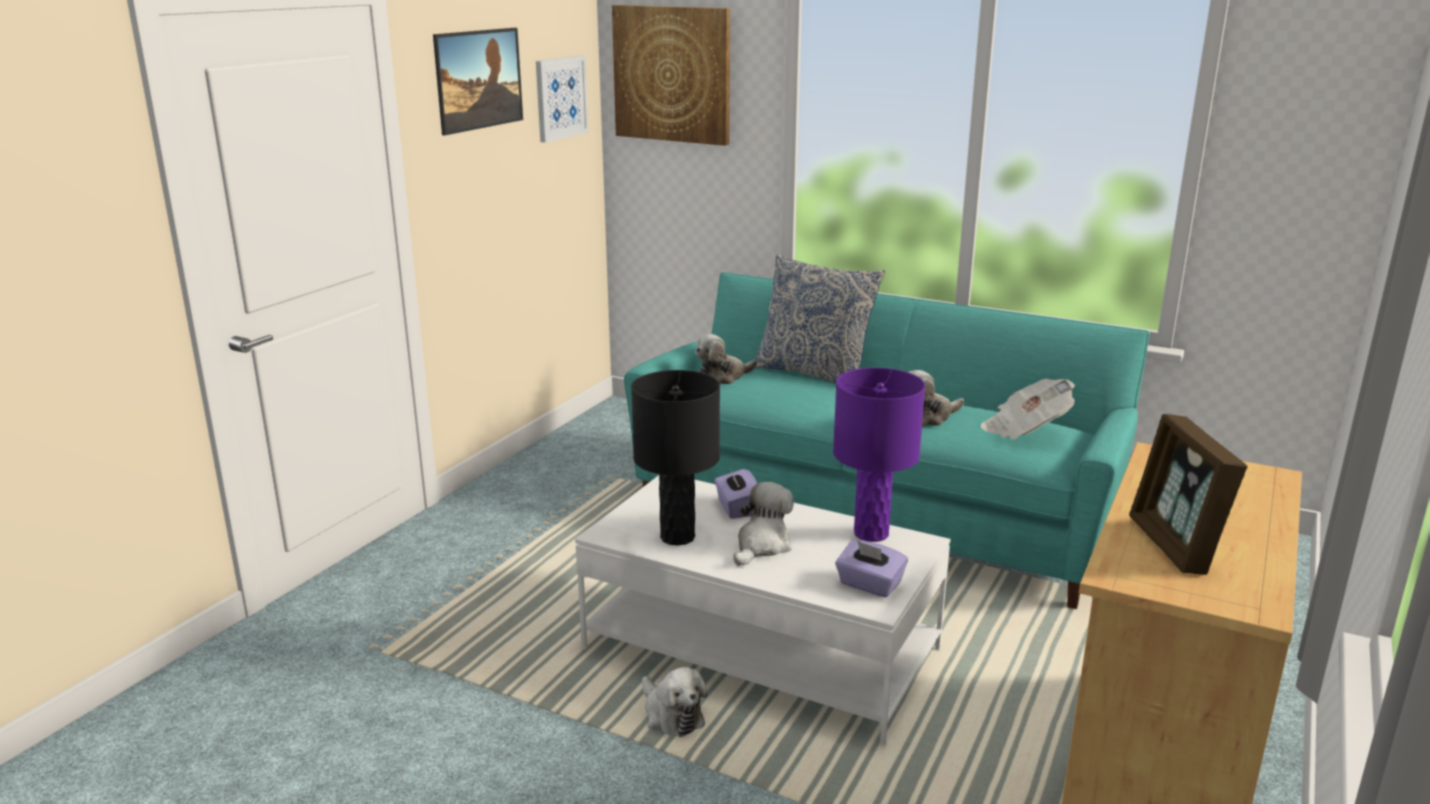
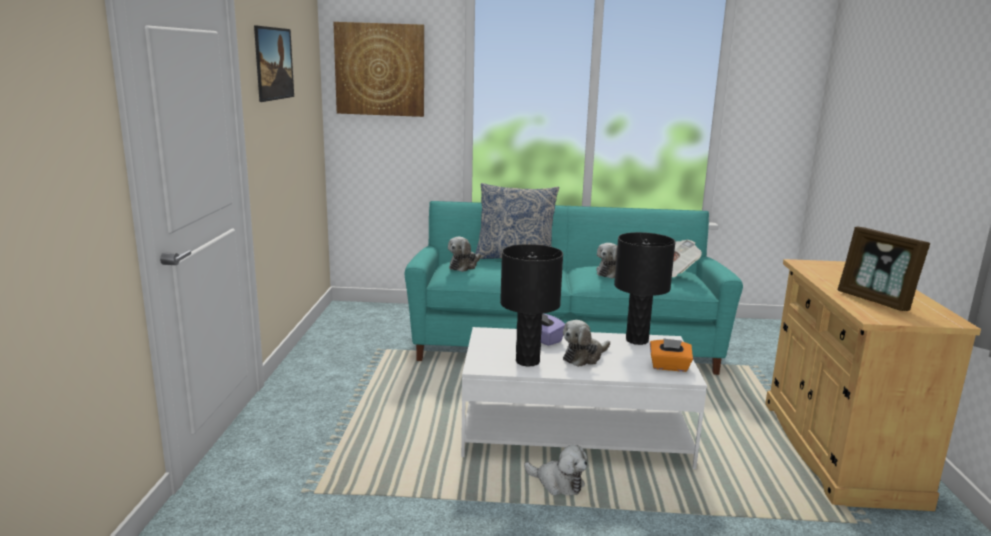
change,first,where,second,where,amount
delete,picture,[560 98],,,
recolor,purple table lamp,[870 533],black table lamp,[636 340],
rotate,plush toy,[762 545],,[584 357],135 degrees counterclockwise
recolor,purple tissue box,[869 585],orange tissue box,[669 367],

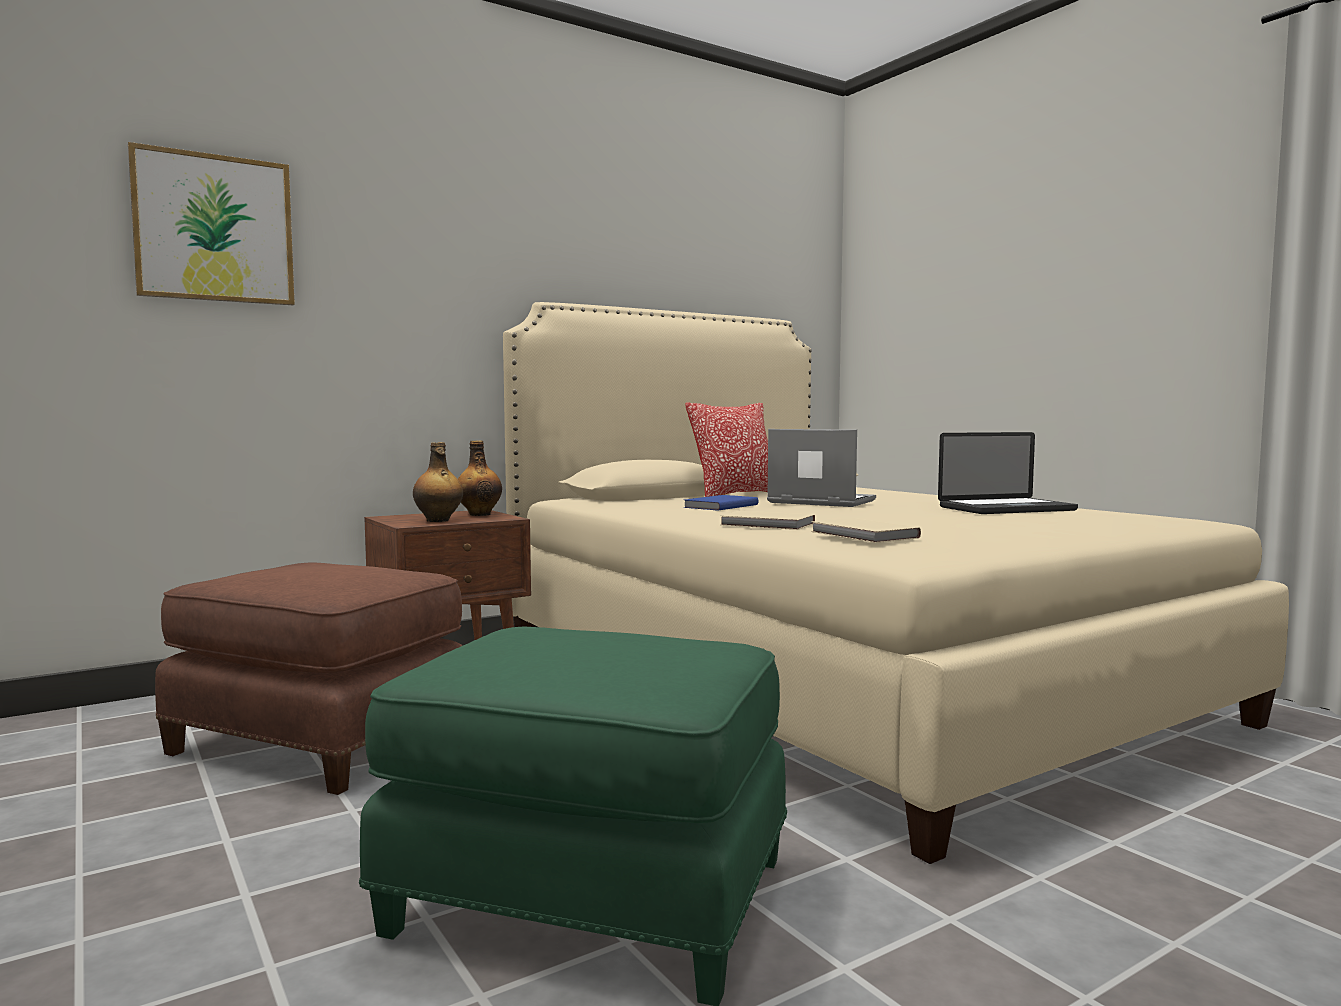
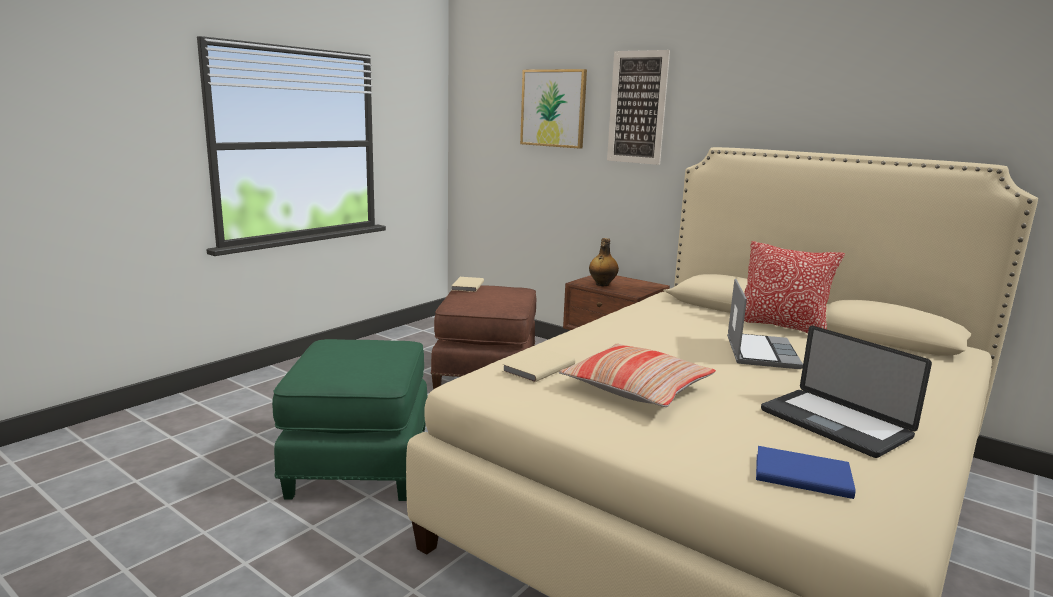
change,first,where,second,where,amount
delete,bottle,[479 514],,,
move,blue book,[719 506],,[801 474],
move,beige book,[767 524],,[466 286],
insert,,,picture,[637 107],
insert,,,pillow,[637 388],

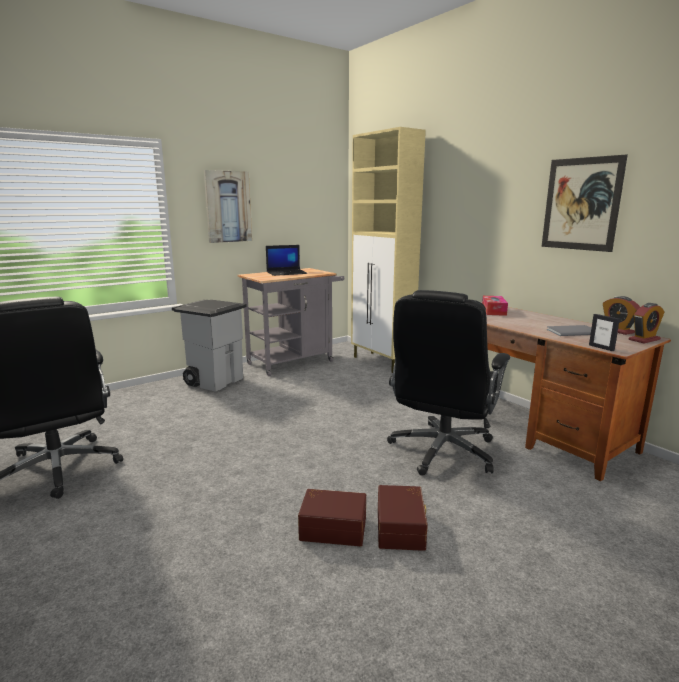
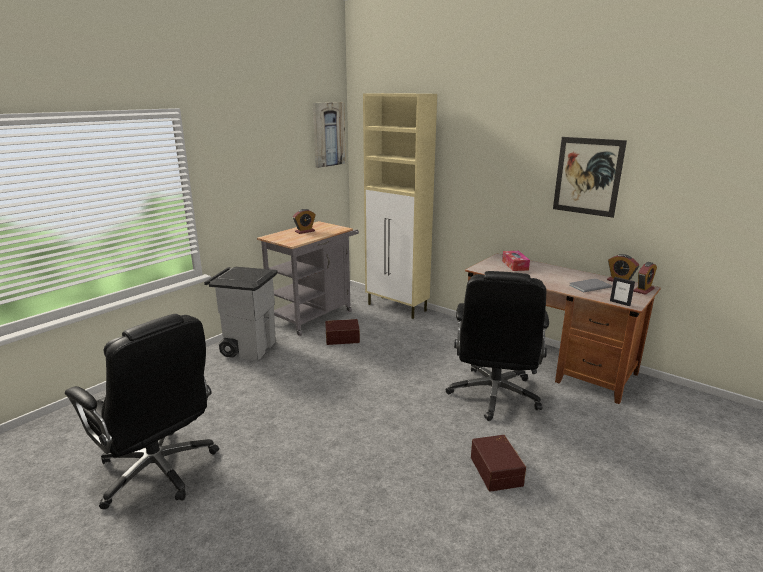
change,first,where,second,where,amount
move,picture,[228 207],,[328 134],
replace,laptop,[287 273],alarm clock,[305 231],
move,brown storage box,[333 527],,[342 338],

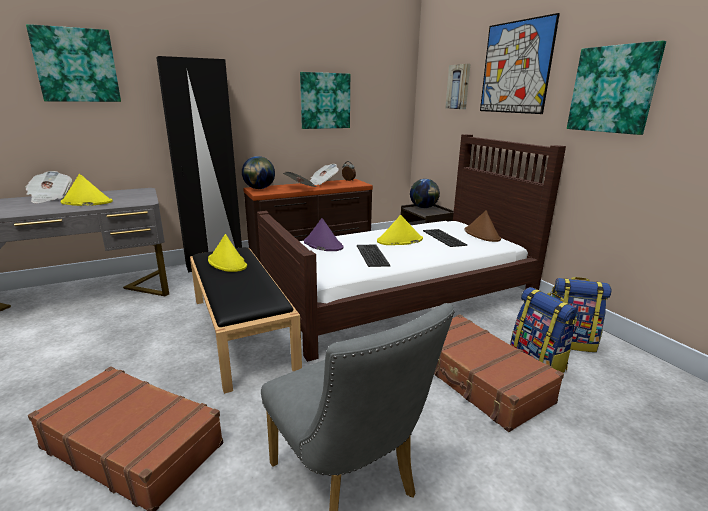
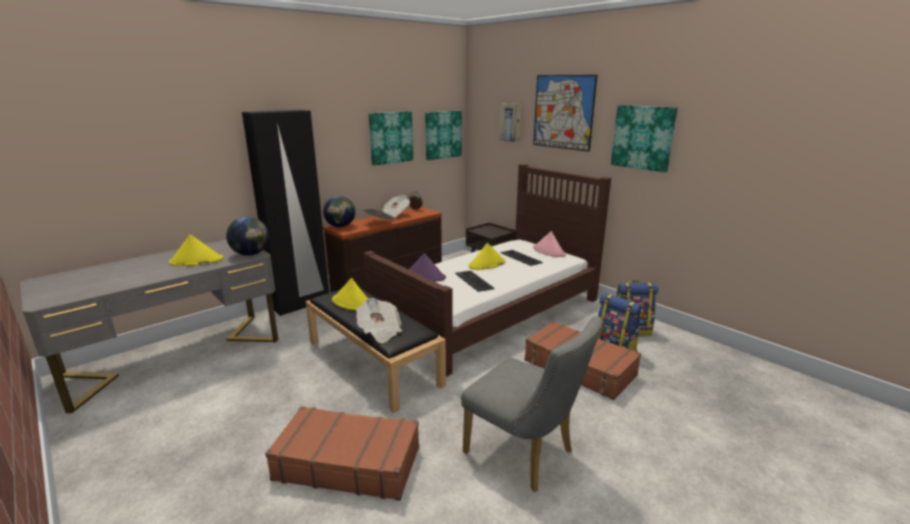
change,first,where,second,where,amount
move,picture,[76 65],,[442 135],
move,newspaper,[50 198],,[379 331],
move,globe,[423 207],,[251 254],
recolor,brown hat,[482 235],pink hat,[549 251],

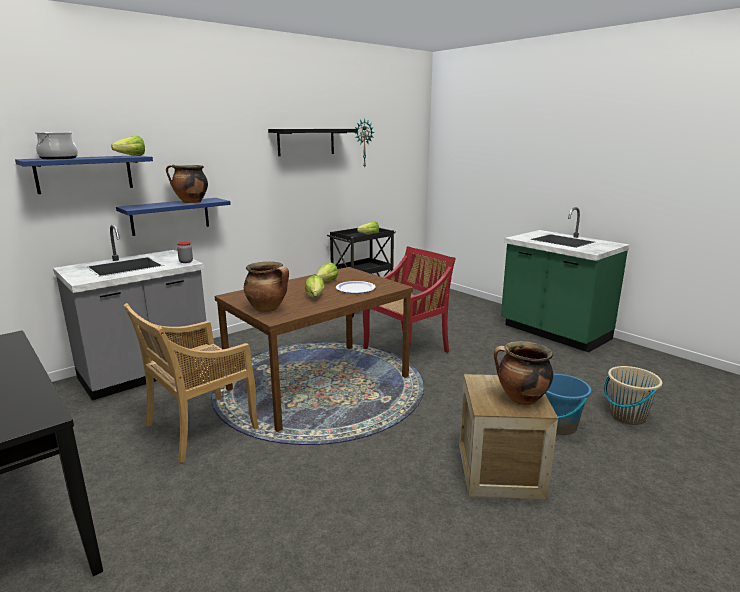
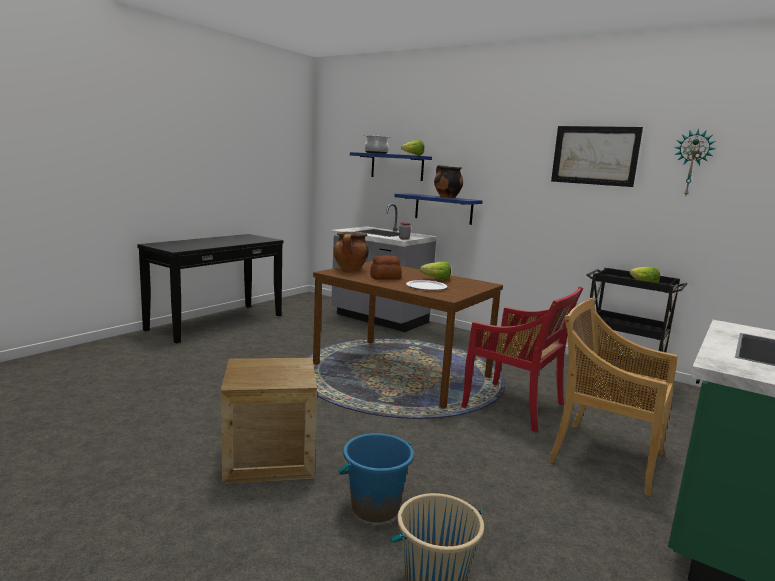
change,first,where,second,where,amount
replace,black shelf,[306 142],picture,[595 155],
replace,lettuce,[314 298],bread,[385 278],
move,beige chair,[199 428],,[604 456],
delete,cooking pot,[520 399],,,

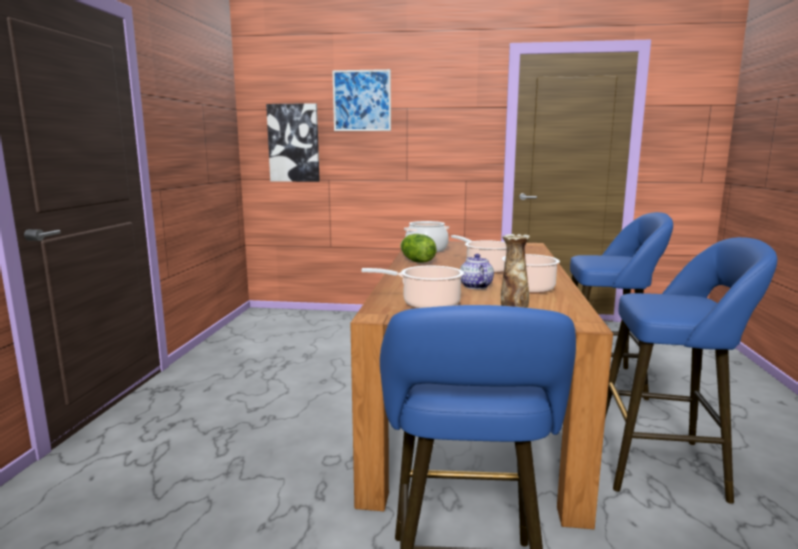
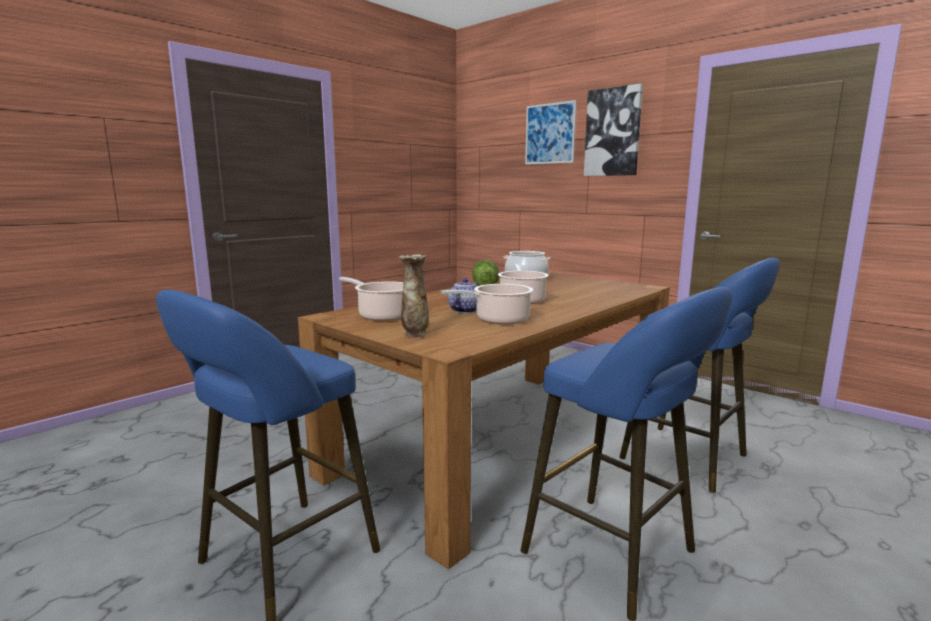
change,first,where,second,where,amount
move,picture,[294 143],,[613 132],

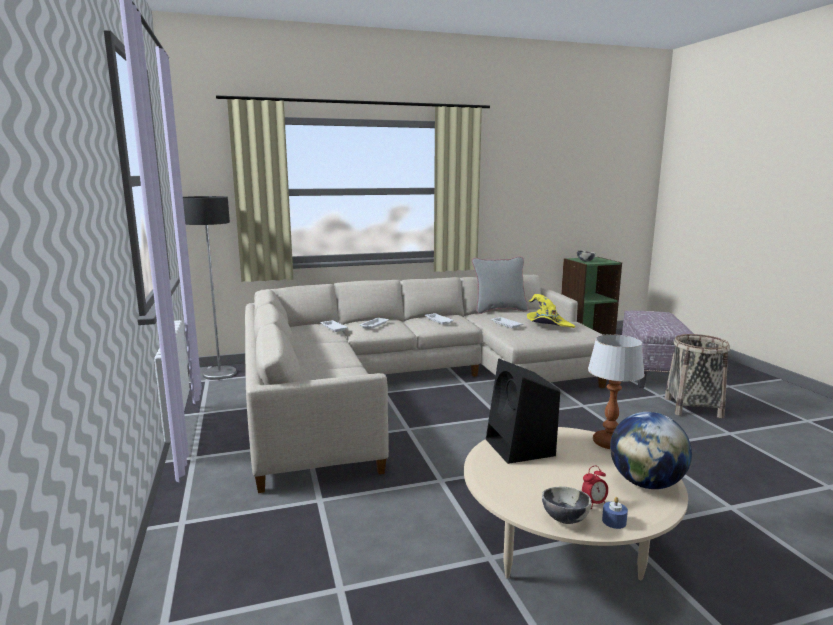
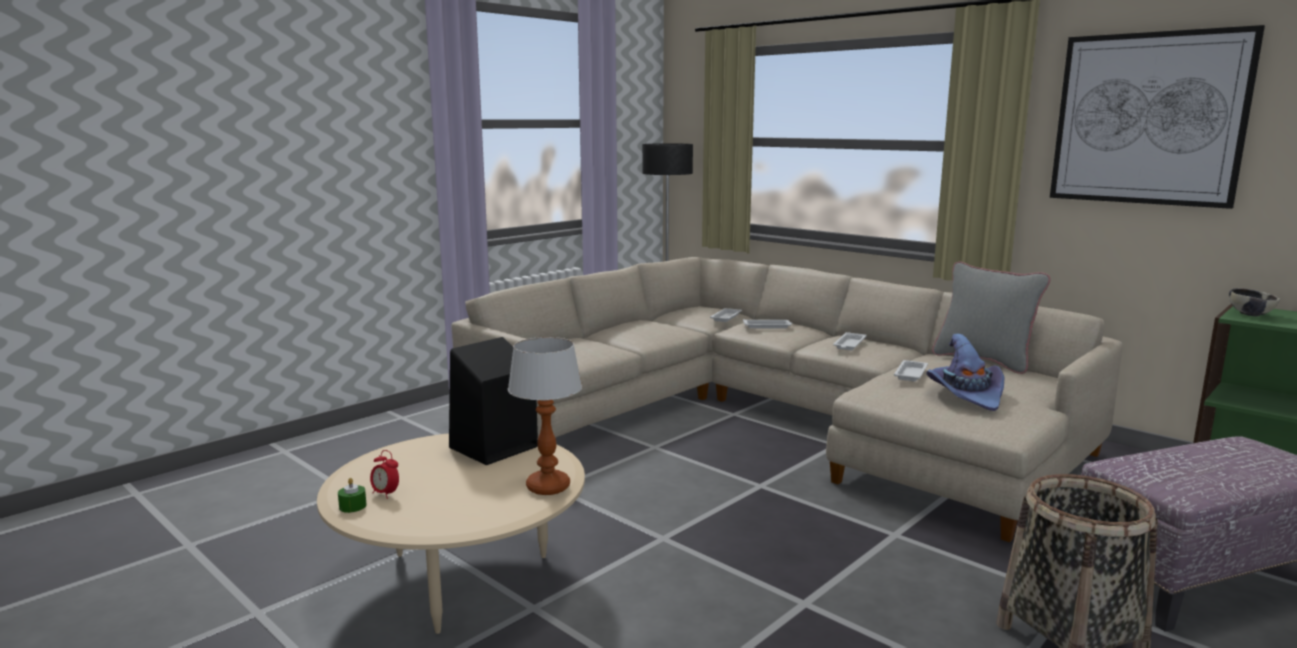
change,first,where,second,where,amount
recolor,yellow hat,[548 325],purple hat,[966 394],
delete,globe,[646 483],,,
delete,bowl,[564 519],,,
recolor,blue candle,[614 521],green candle,[352 506],
insert,,,picture,[1148 119],

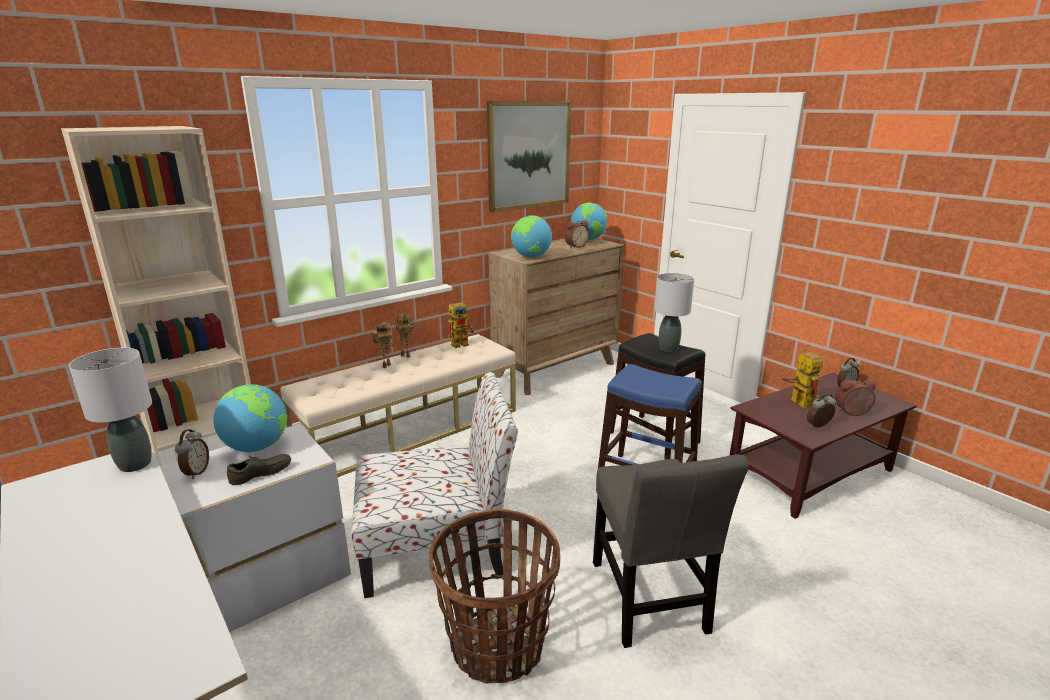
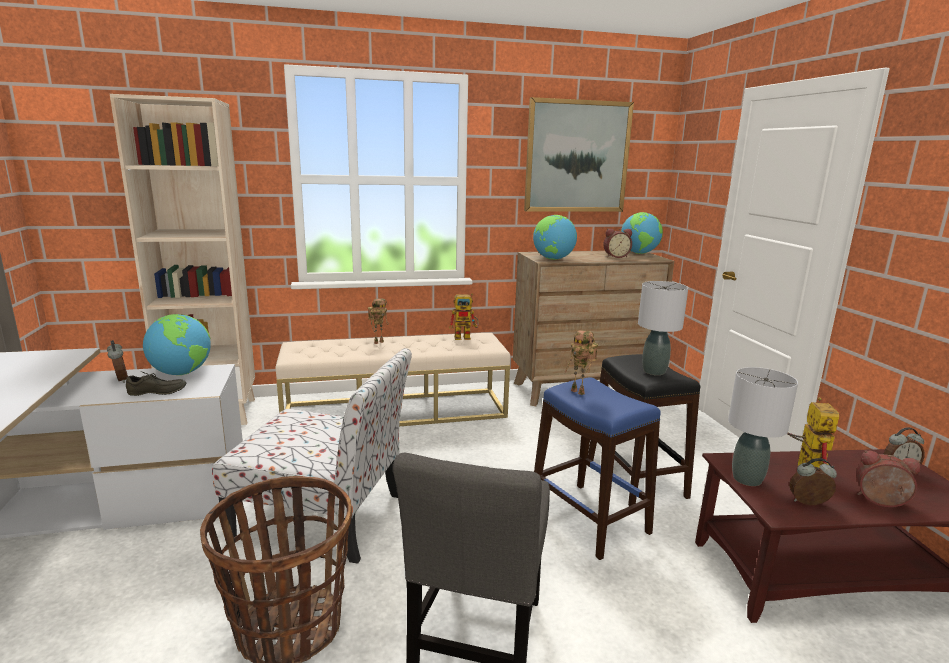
change,first,where,second,where,amount
move,toy robot,[406 356],,[579 392],
move,grey table lamp,[134 464],,[746 479],
rotate,alarm clock,[196 472],,[120 380],60 degrees counterclockwise

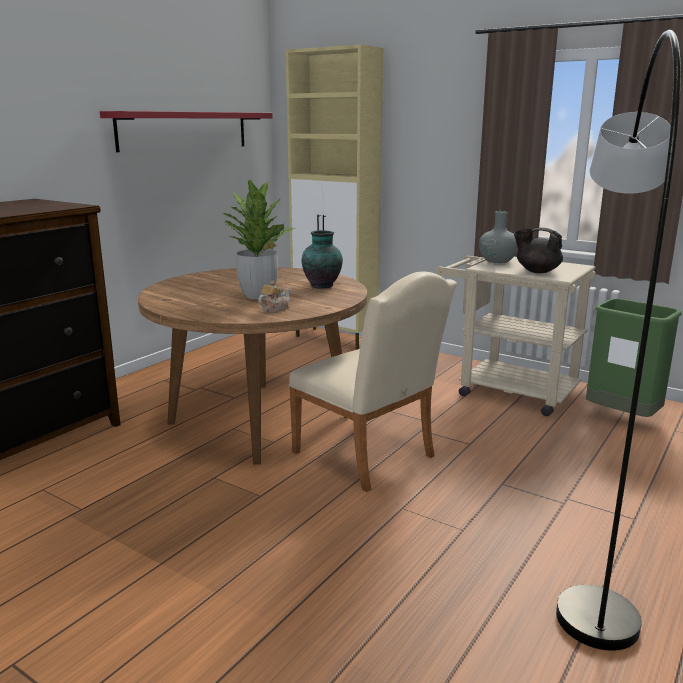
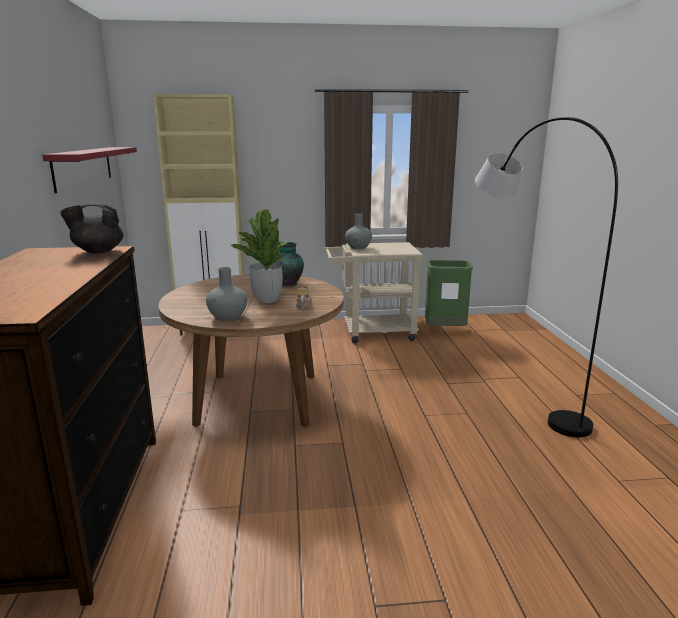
change,first,where,second,where,amount
move,black teapot,[537 271],,[97 251],
delete,beige chair,[369 457],,,
insert,,,grey vase,[227 317],

